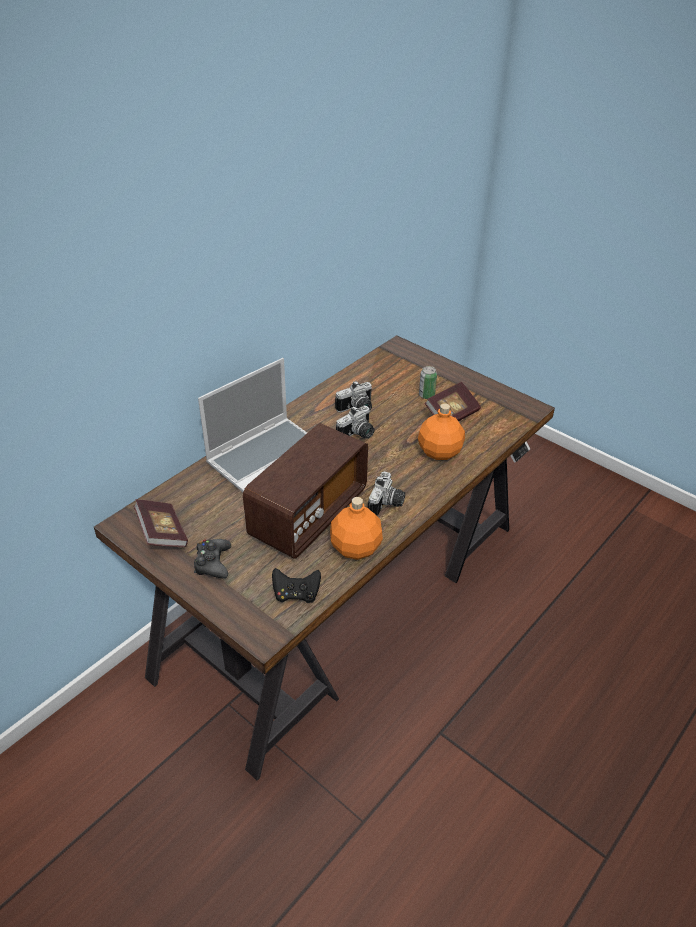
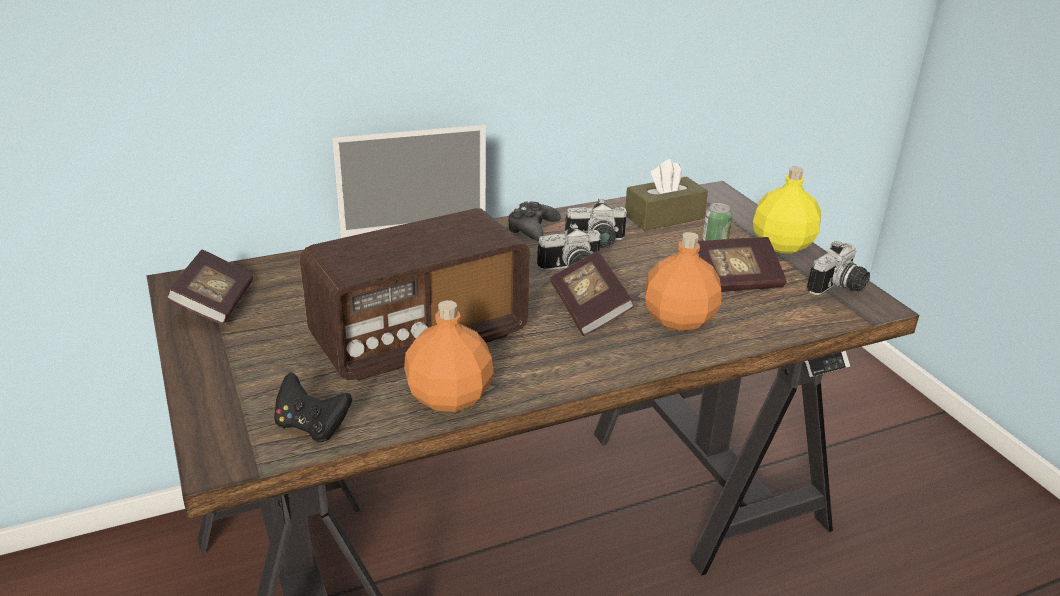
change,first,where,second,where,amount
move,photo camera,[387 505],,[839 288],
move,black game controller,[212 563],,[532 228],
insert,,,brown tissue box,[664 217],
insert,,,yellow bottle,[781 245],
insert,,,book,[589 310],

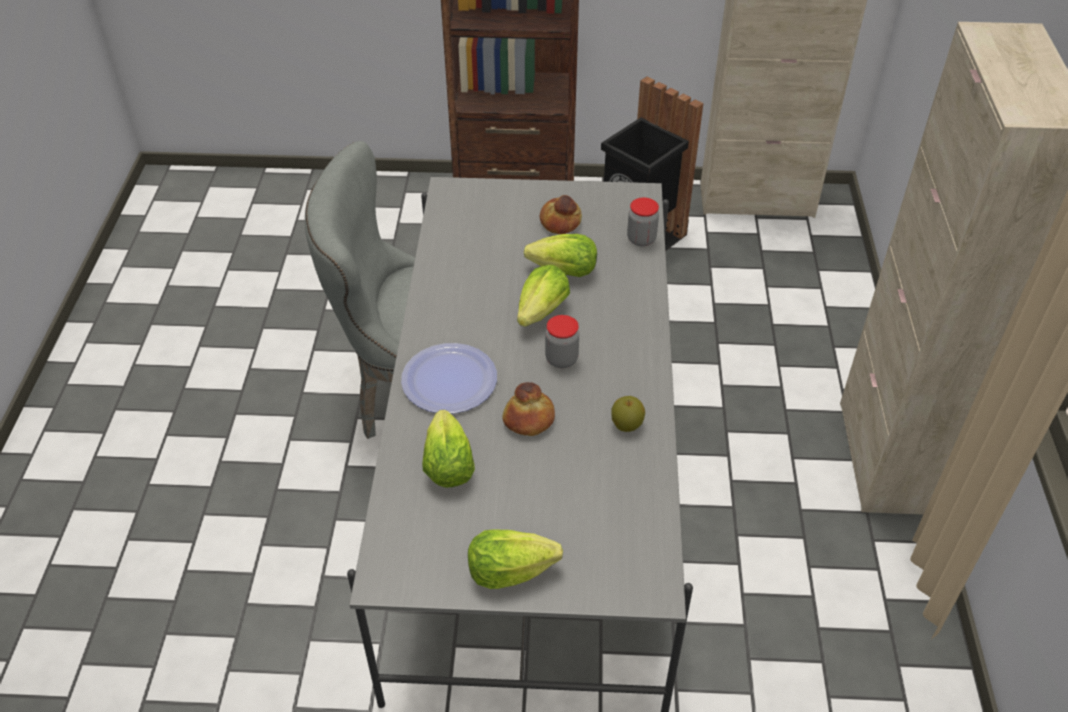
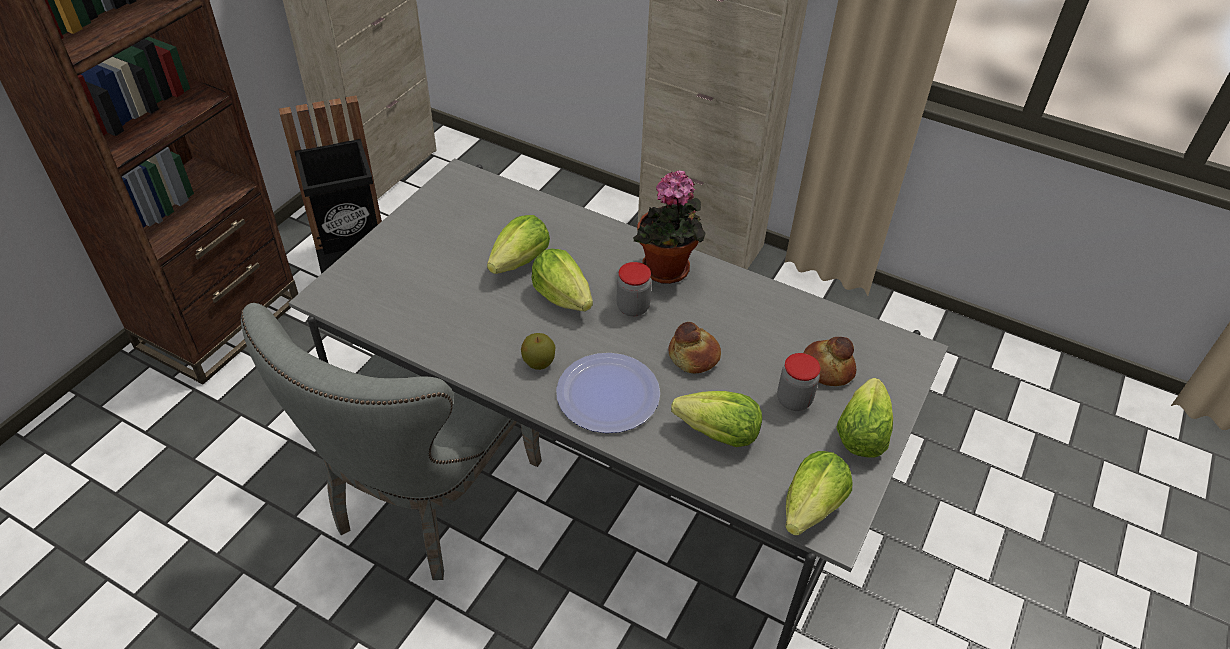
change,first,where,second,where,amount
move,bread,[561 222],,[827 369],
move,jar,[641 239],,[794 400],
move,apple,[626 424],,[539 362],
insert,,,potted plant,[667 272],
insert,,,lettuce,[812 507],

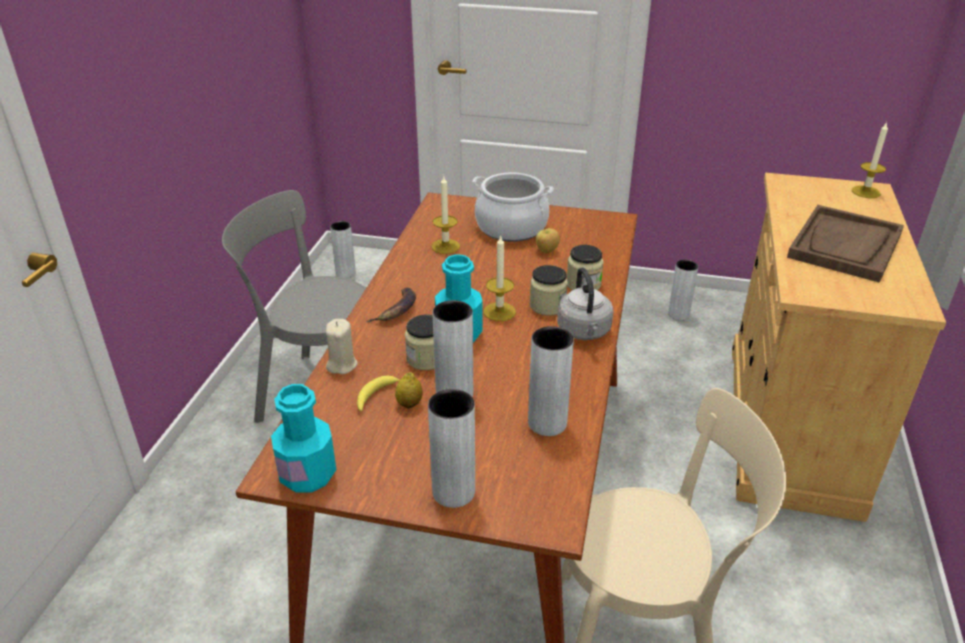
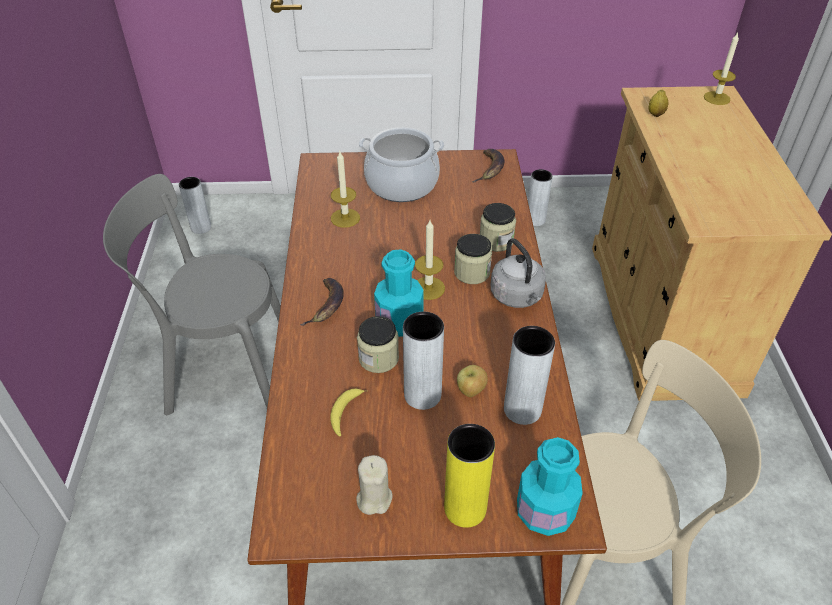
change,first,where,second,where,amount
delete,brown tray,[845 246],,,
move,apple,[546 251],,[471 391],
move,beige candle,[342 365],,[374 498],
move,lemon,[409 404],,[655 114],
move,turquoise bottle,[307 474],,[544 512],
recolor,grey vase,[453 492],yellow vase,[465 508],
insert,,,banana,[489 169],

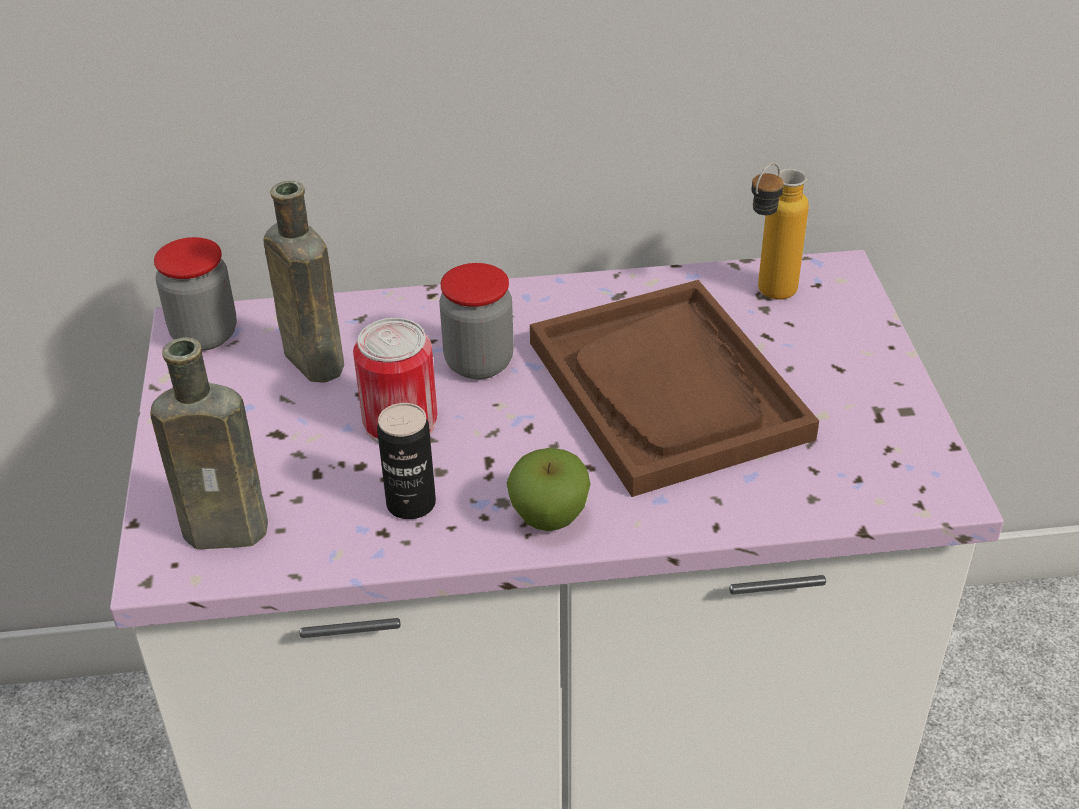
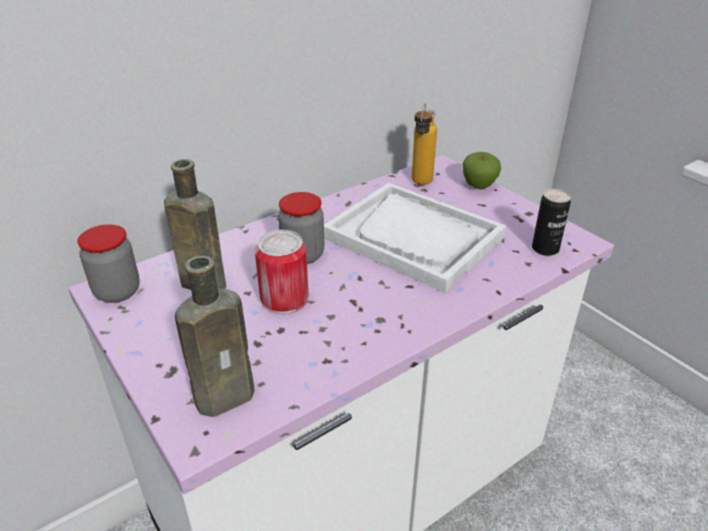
change,first,where,second,where,amount
recolor,brown tray,[668 390],white tray,[414 238],
move,can,[411 504],,[545 249],
move,apple,[549 518],,[478 186],

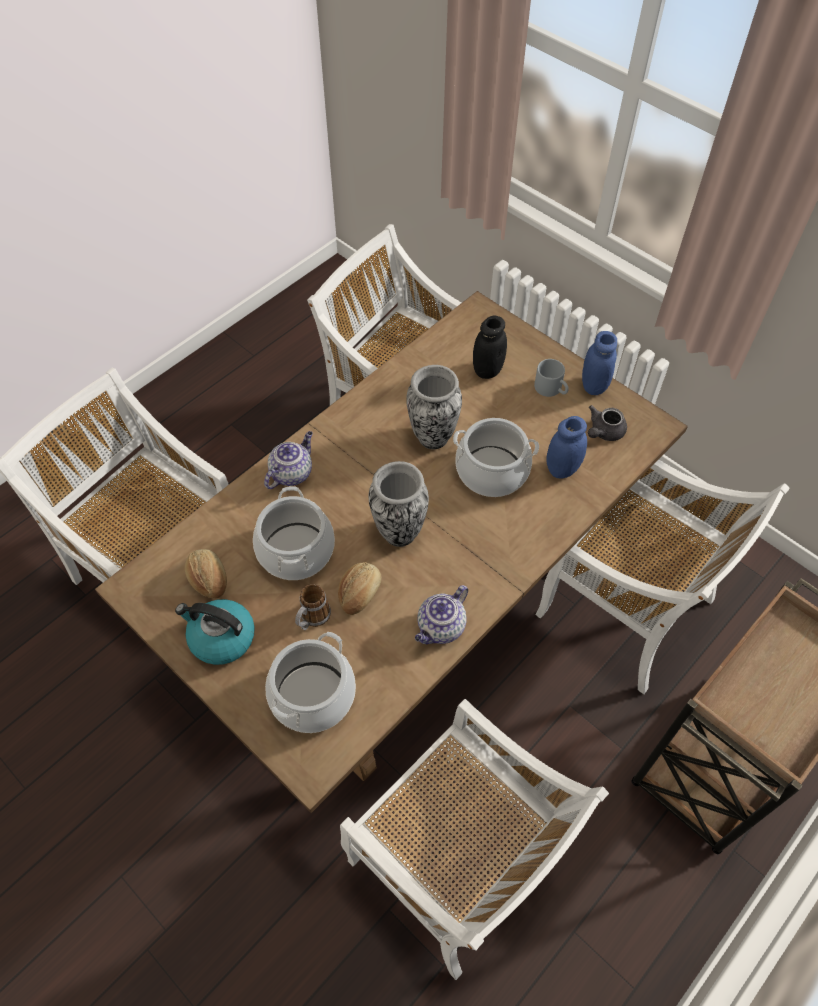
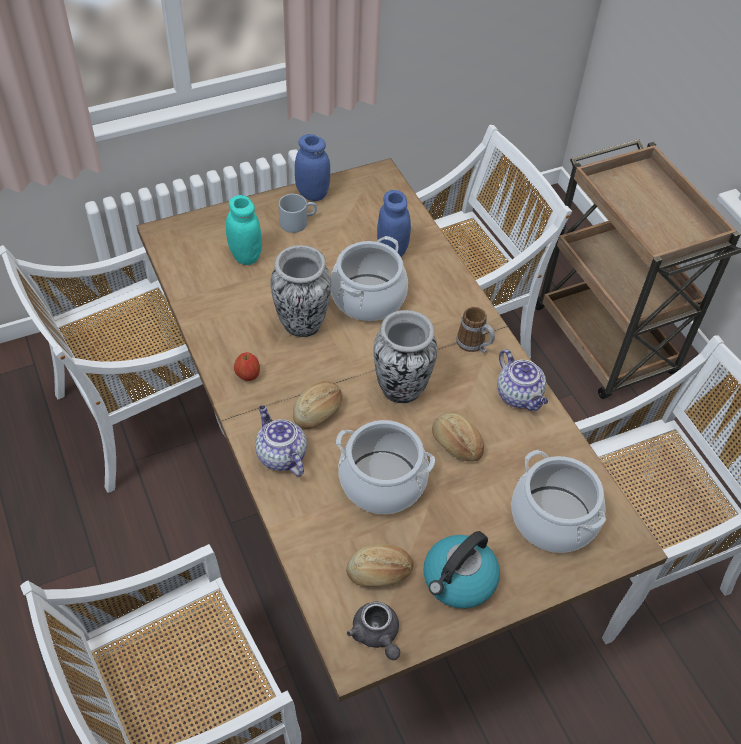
change,first,where,second,where,amount
recolor,black jar,[487 370],turquoise jar,[245 256],
move,grey teapot,[603 432],,[377 635],
move,mug,[312 619],,[474 345],
insert,,,apple,[248 376],
insert,,,bread,[319 412],

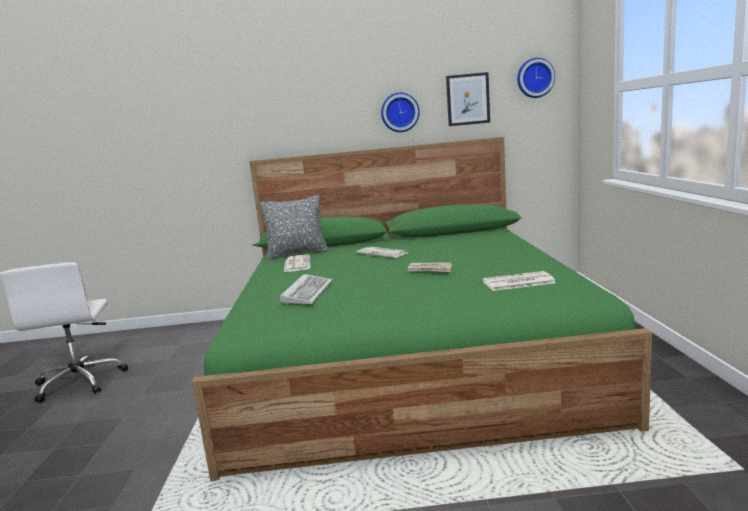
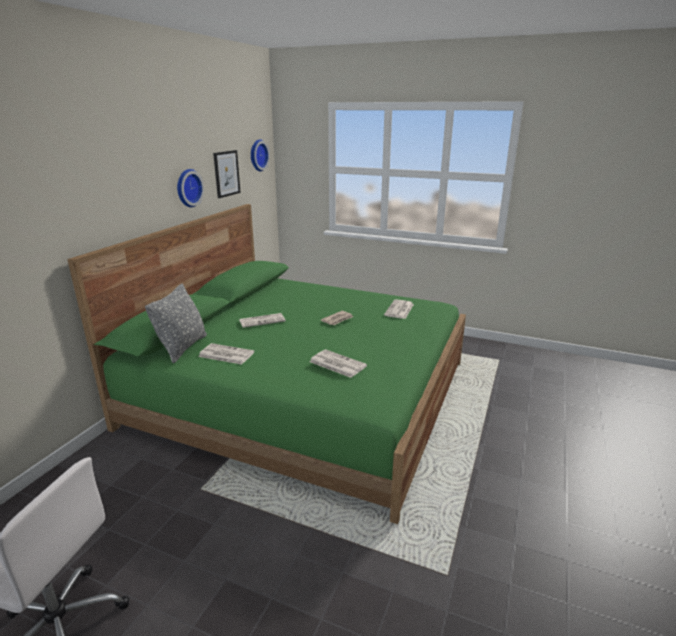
change,first,where,second,where,amount
replace,keyboard,[307 292],newspaper,[336 364],

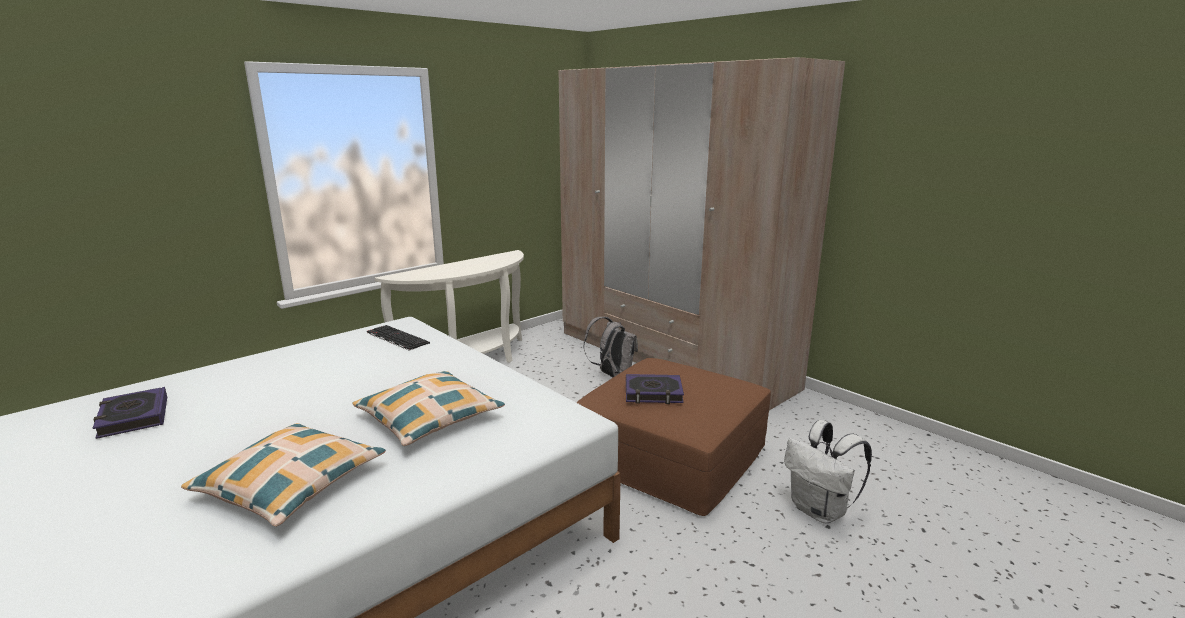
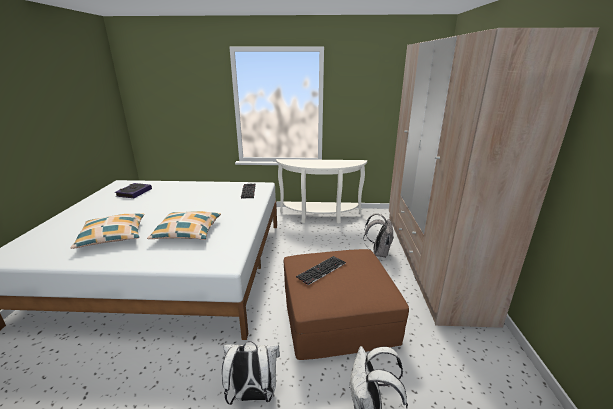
change,first,where,second,where,amount
replace,book,[653 393],keyboard,[321 270],
insert,,,white backpack,[253 395],

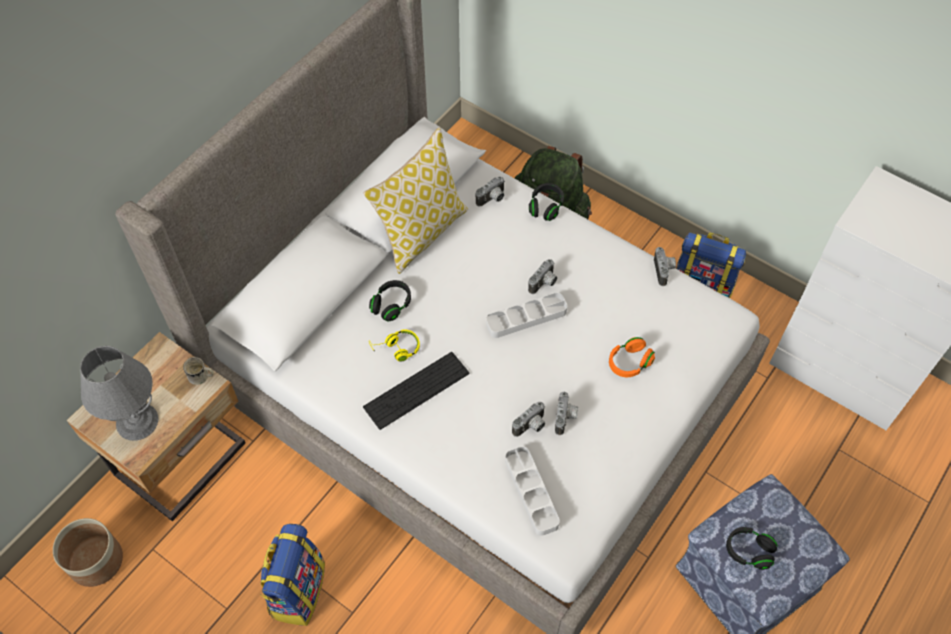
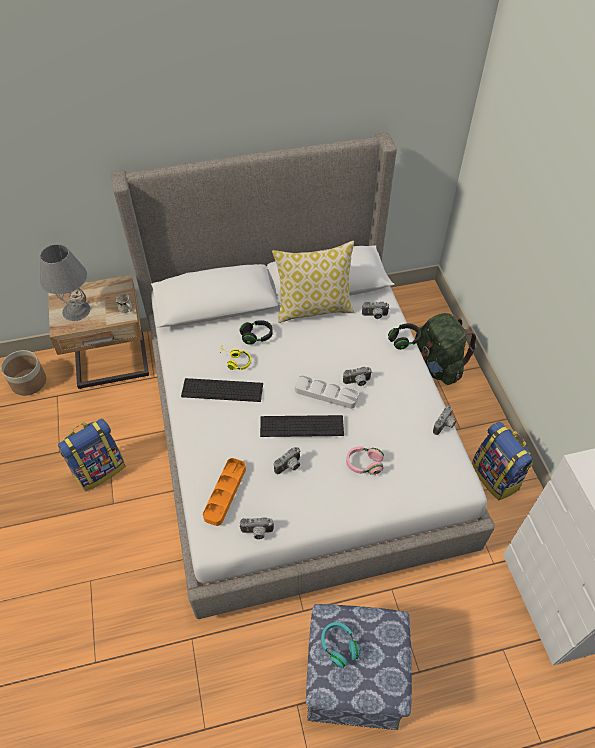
change,first,where,second,where,amount
recolor,orange headphones,[629 363],pink headphones,[364 464],
move,photo camera,[531 427],,[257 533],
recolor,grey tray,[531 492],orange tray,[225 493],
recolor,black headphones,[748 551],turquoise headphones,[339 646],
insert,,,keyboard,[301 426],

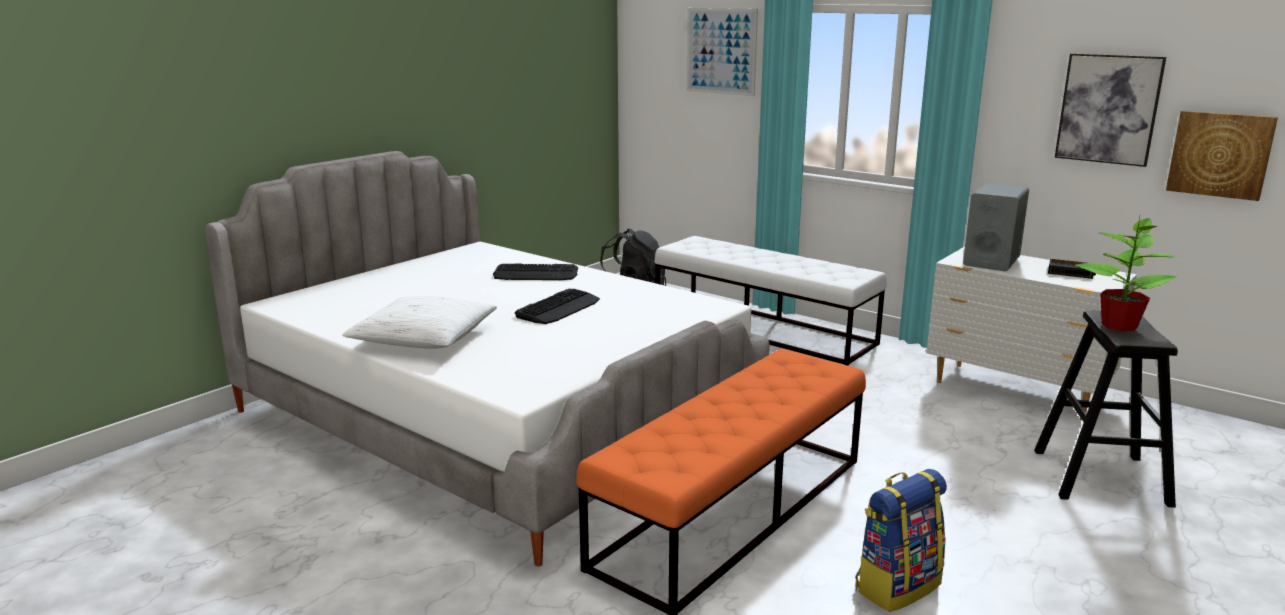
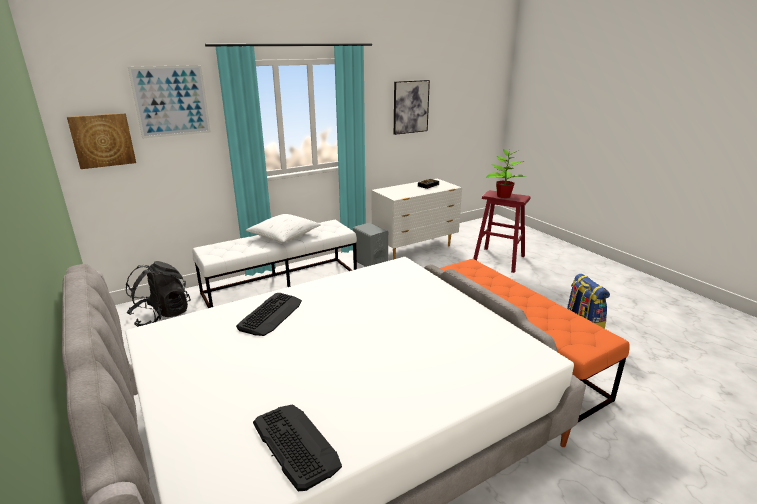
change,first,where,second,where,amount
move,picture,[1220 154],,[102 140],
move,grey speaker,[991 261],,[370 262],
move,keyboard,[558 308],,[295 444],
move,white pillow,[424 339],,[284 235],
recolor,black stool,[1100 477],red stool,[498 260],

